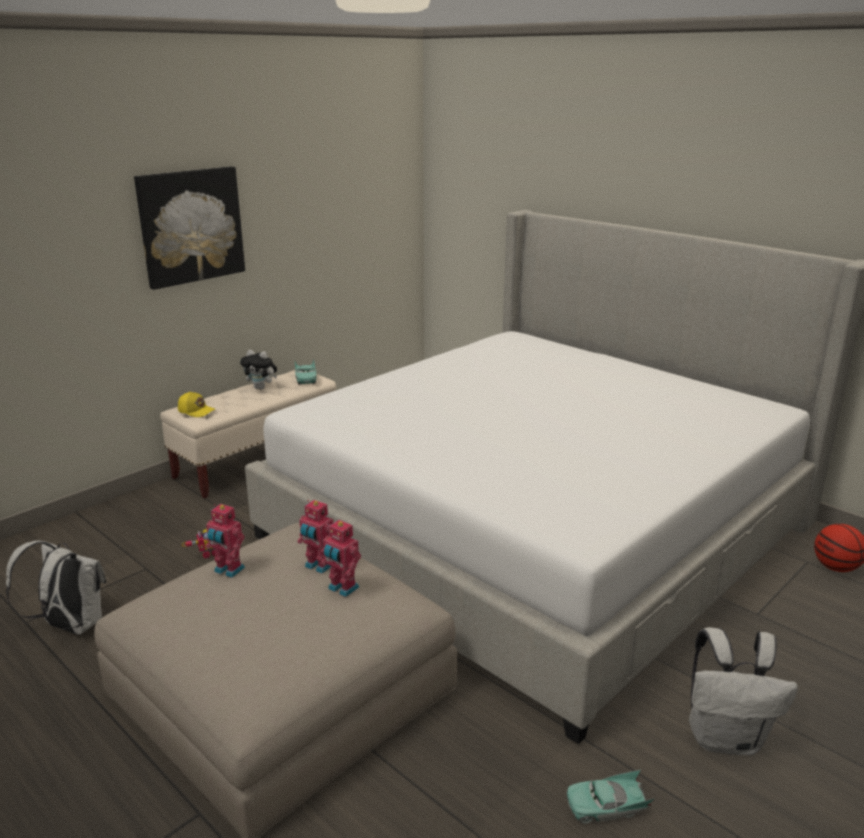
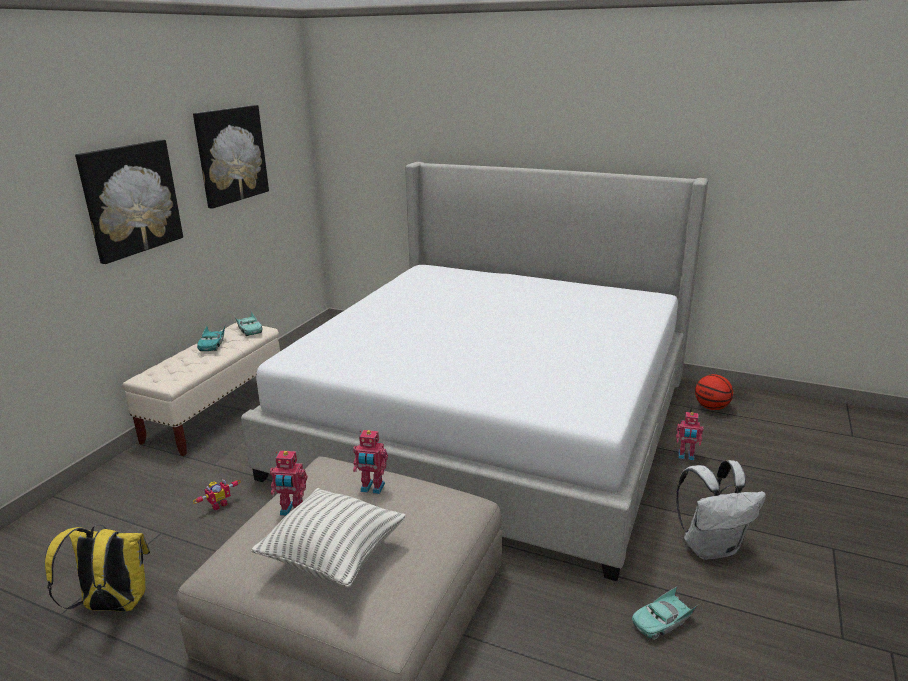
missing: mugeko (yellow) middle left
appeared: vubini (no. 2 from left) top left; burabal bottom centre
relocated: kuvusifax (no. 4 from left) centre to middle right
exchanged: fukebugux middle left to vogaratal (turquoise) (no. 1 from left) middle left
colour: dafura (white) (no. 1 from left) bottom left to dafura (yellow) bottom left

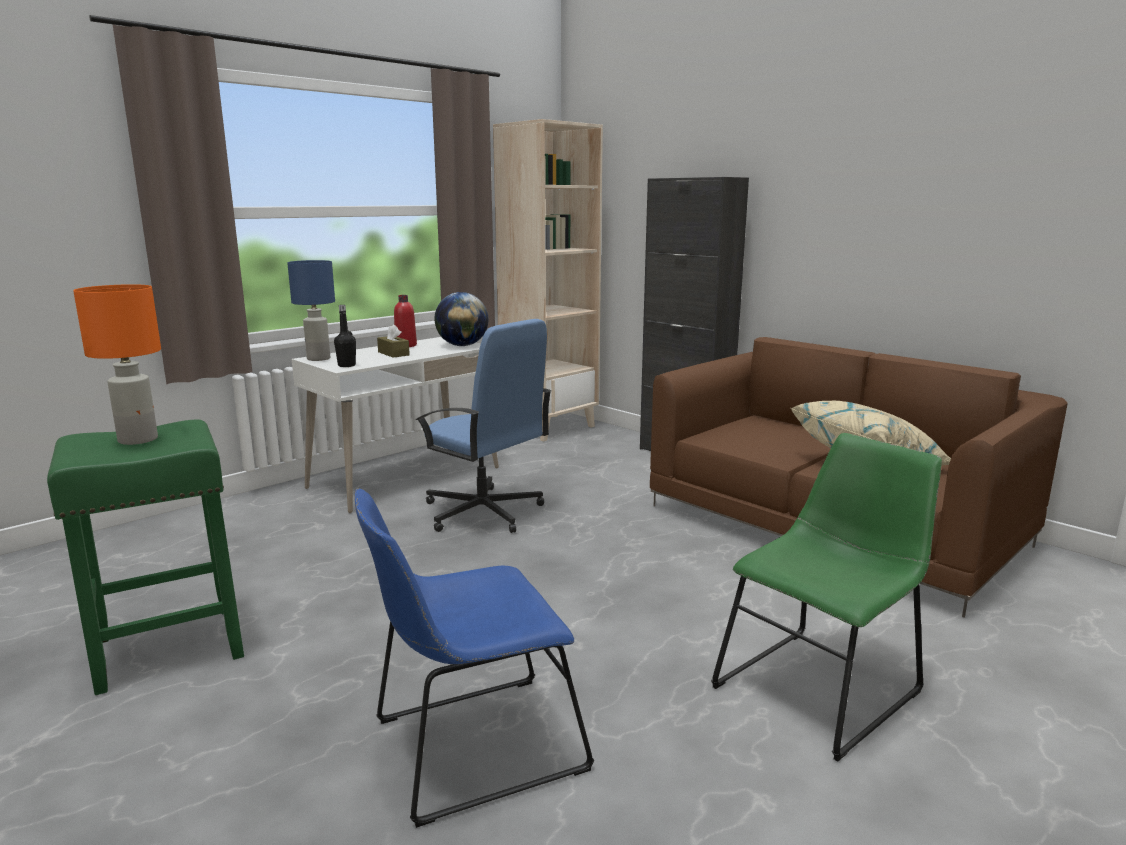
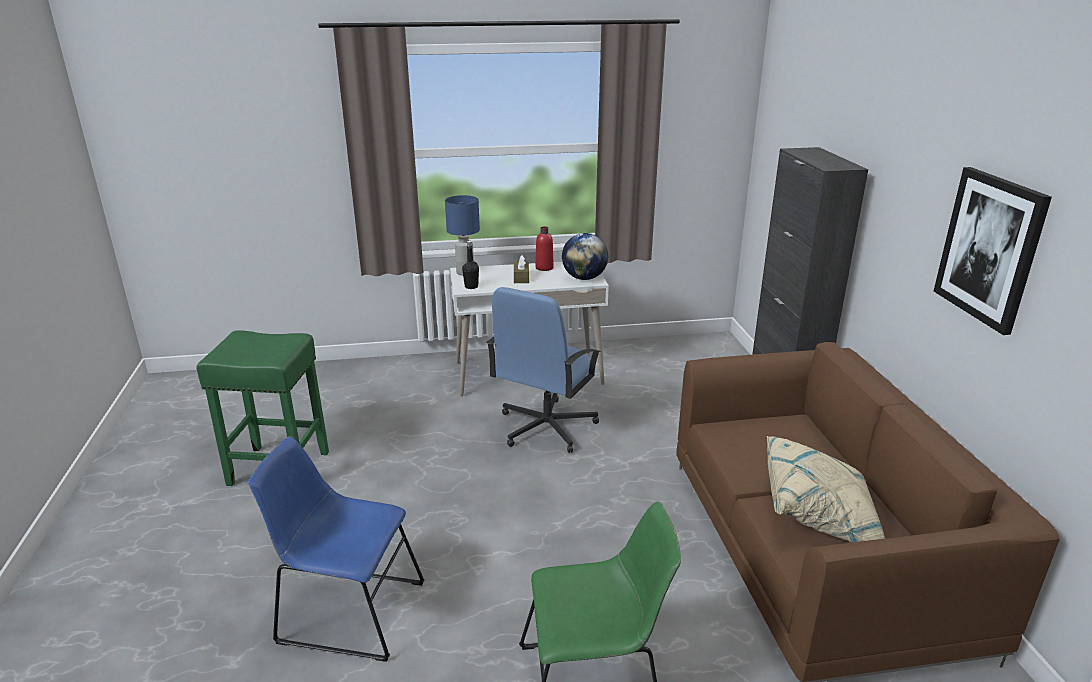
missing: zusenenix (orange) middle left; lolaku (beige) top centre
appeared: vubini middle right
spun: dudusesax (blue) centre = centre 45 degrees clockwise

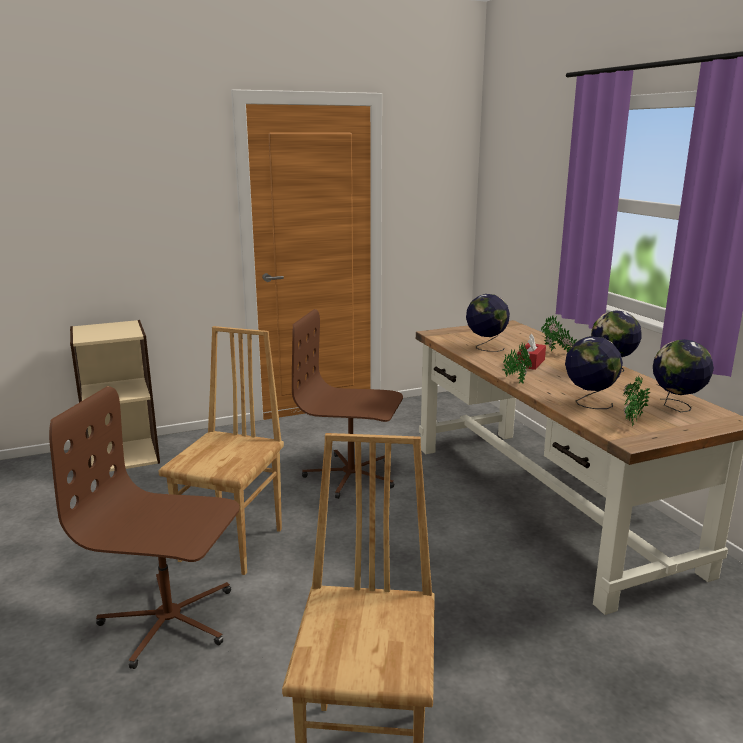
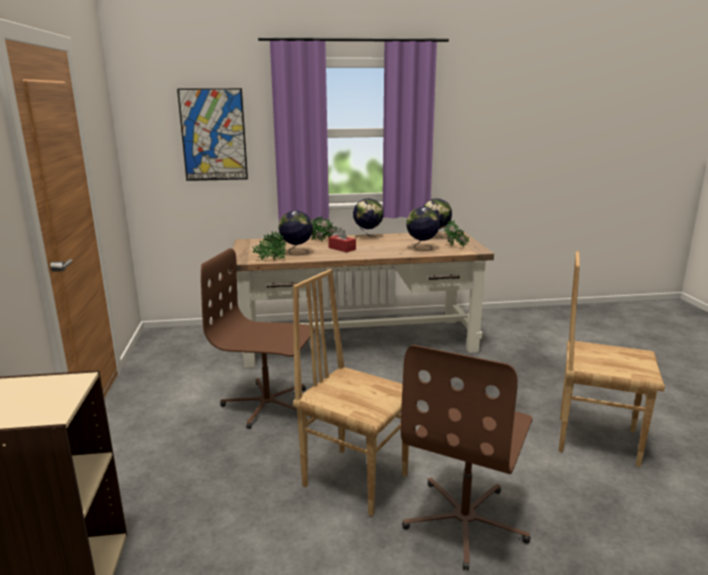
appeared: vubini top left
relocated: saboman (no. 1 from left) middle right to centre
spun: dudusesax (brown) (no. 2 from left in the first image) centre = centre 75 degrees clockwise

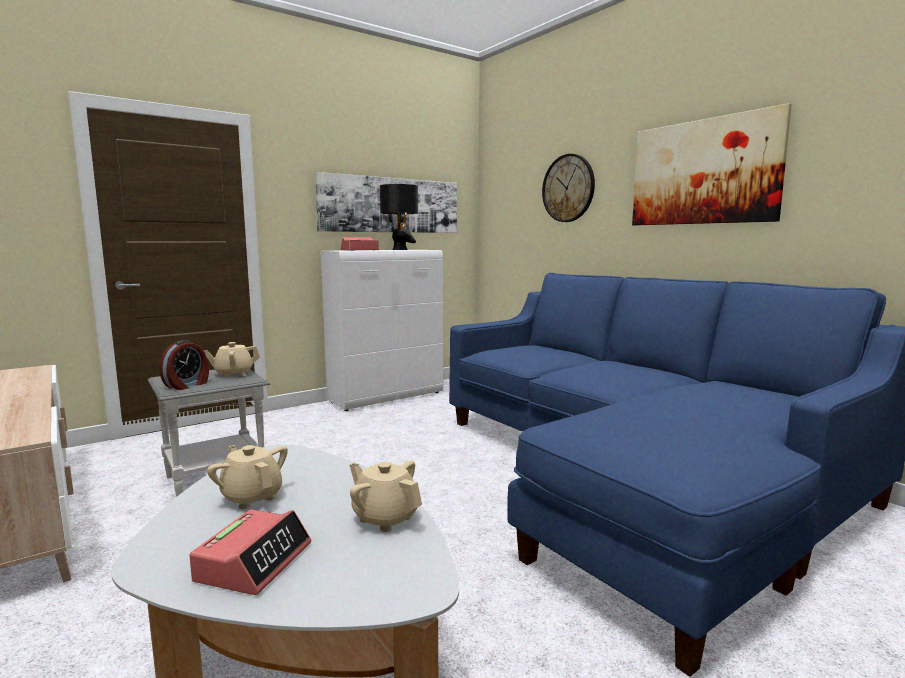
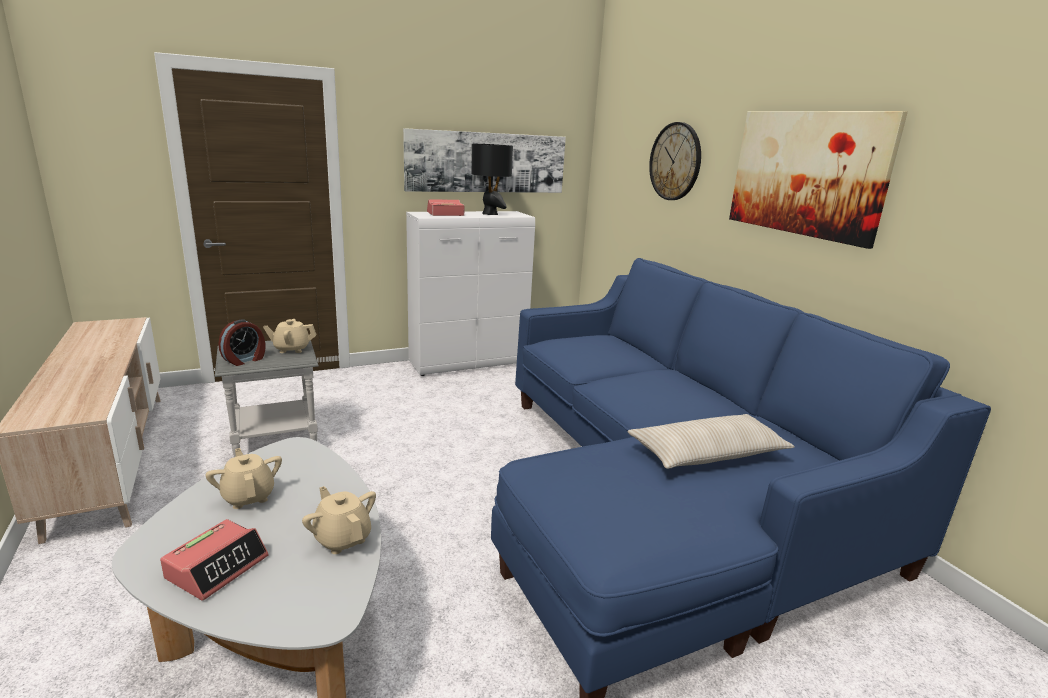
appeared: burabal (beige) middle right

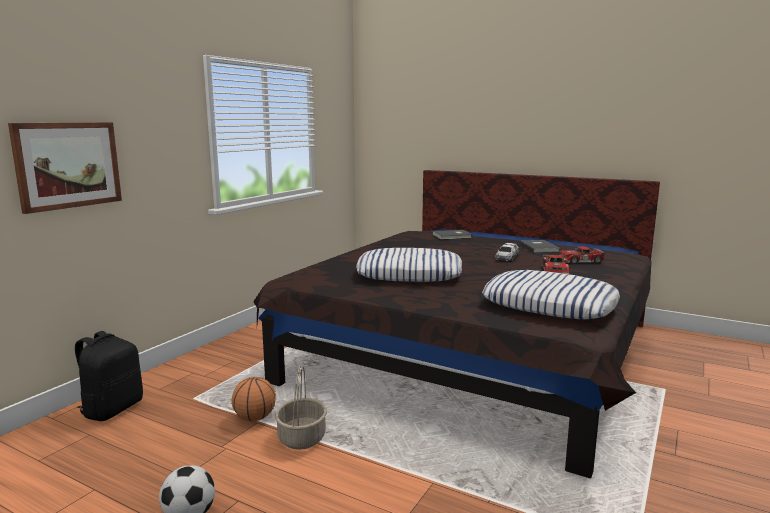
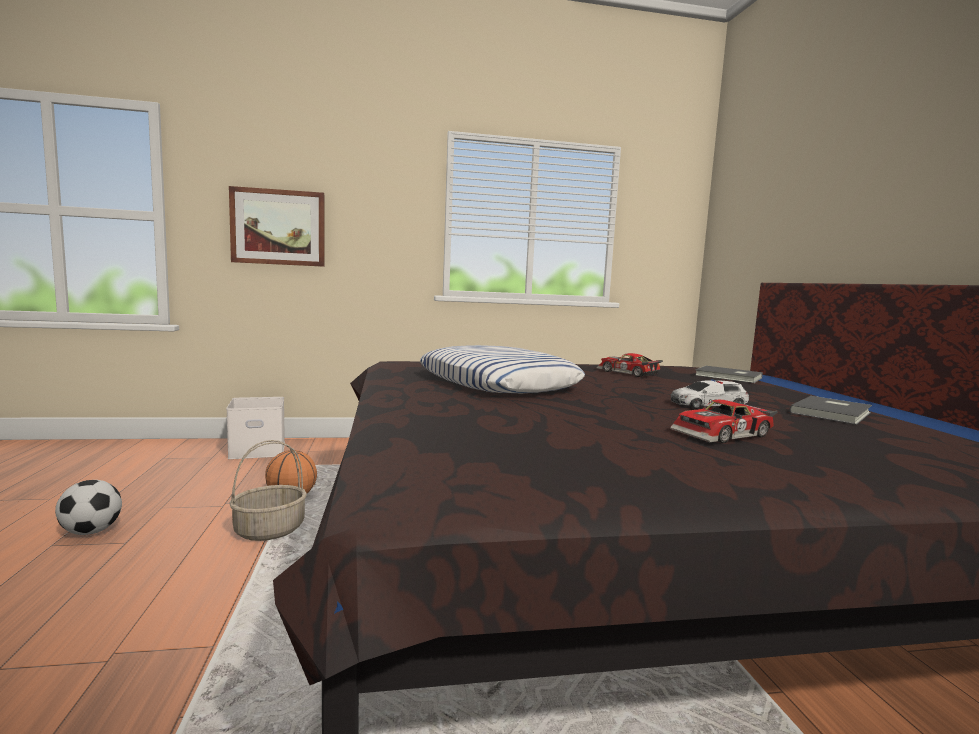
missing: burabal (no. 2 from left) middle right
relocated: vogaratal (no. 3 from left in the first image) middle right to vogaratal (no. 1 from left) centre
exchanged: dafura (black) bottom left to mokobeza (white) middle left

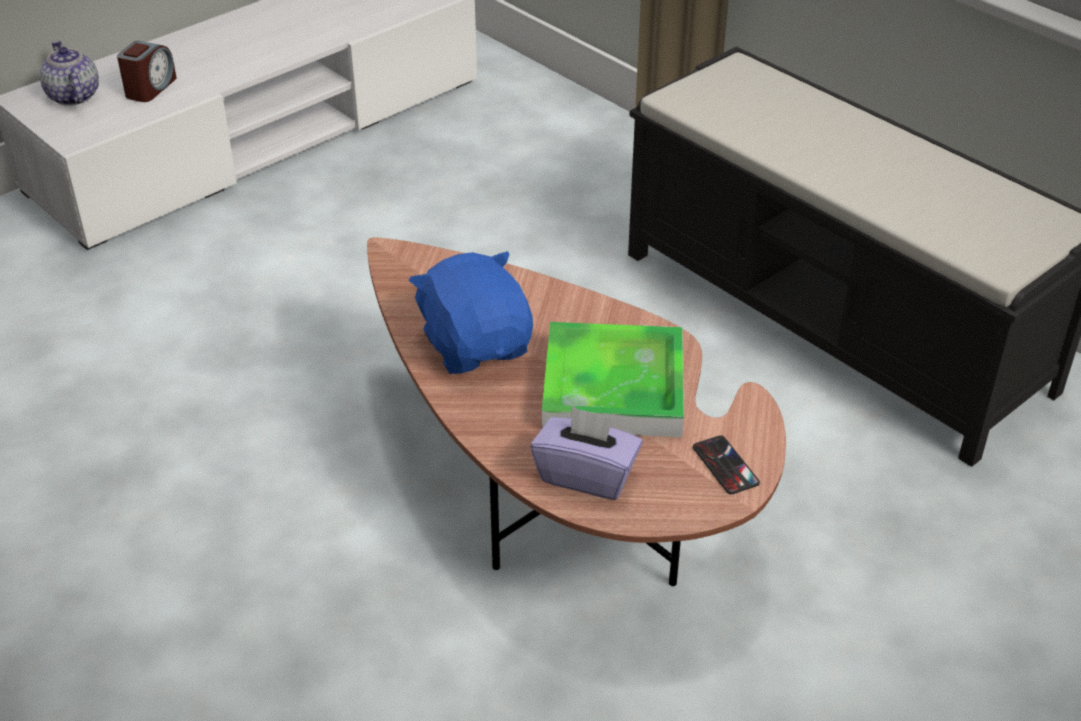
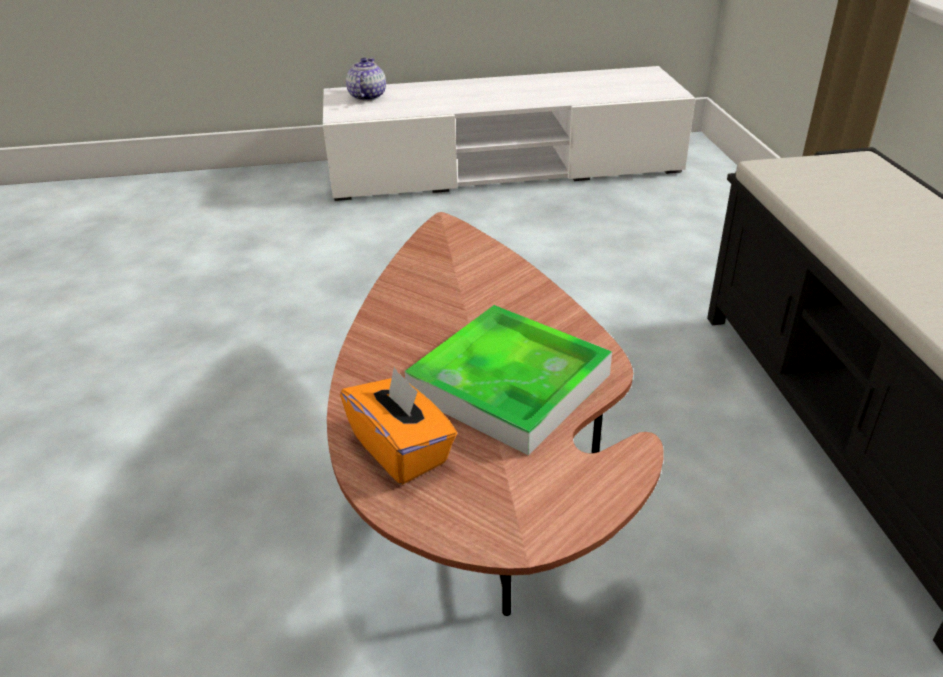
missing: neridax top left; fukebugux (blue) centre; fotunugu middle right
colour: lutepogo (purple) centre to lutepogo (orange) centre

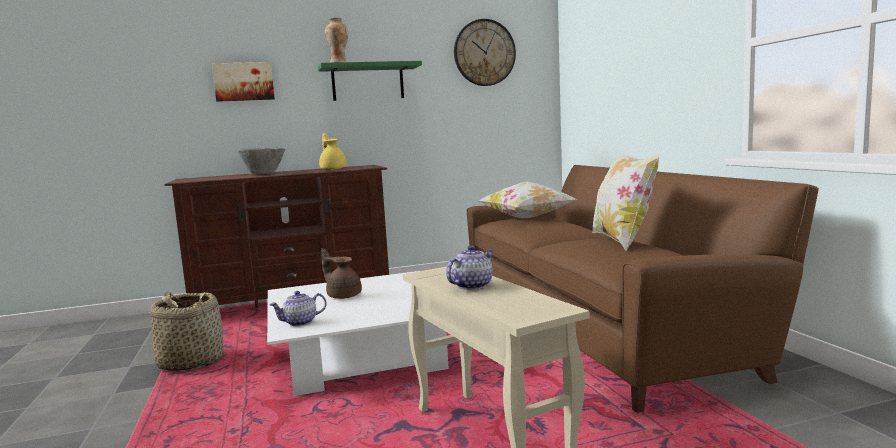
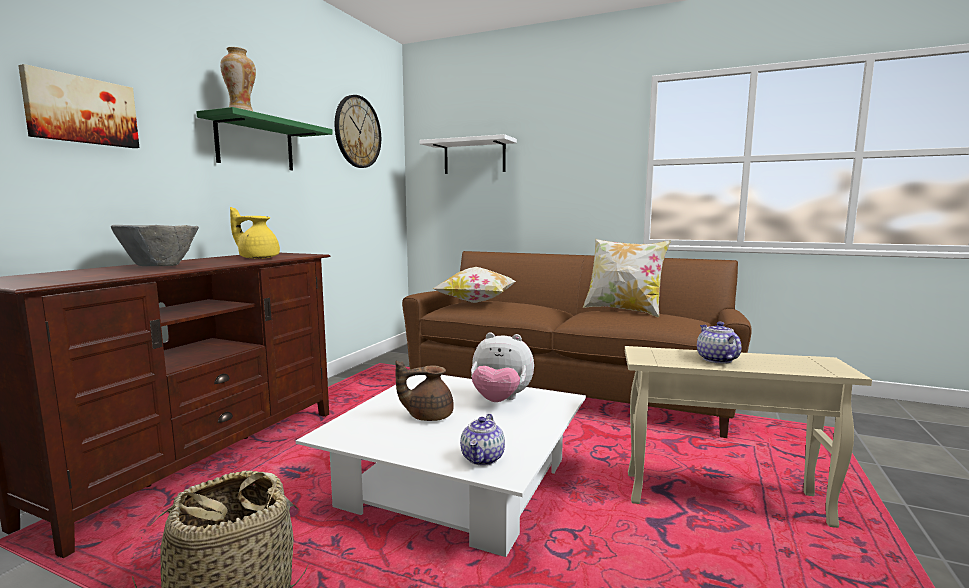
appeared: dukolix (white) top centre; fukebugux centre

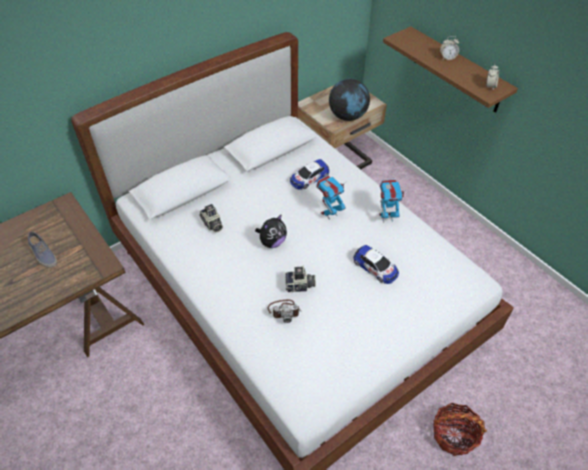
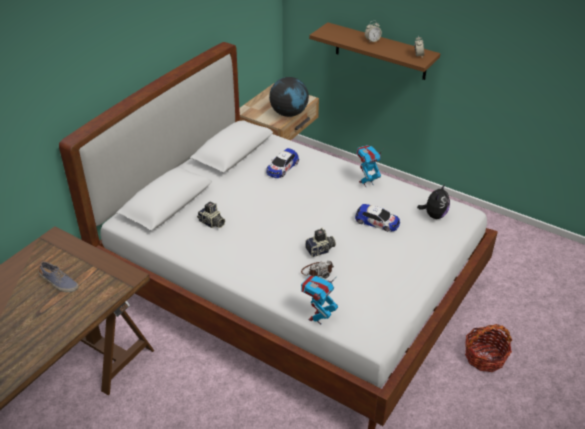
relocated: fukebugux centre to middle right; kuvusifax (no. 1 from left) centre to bottom centre

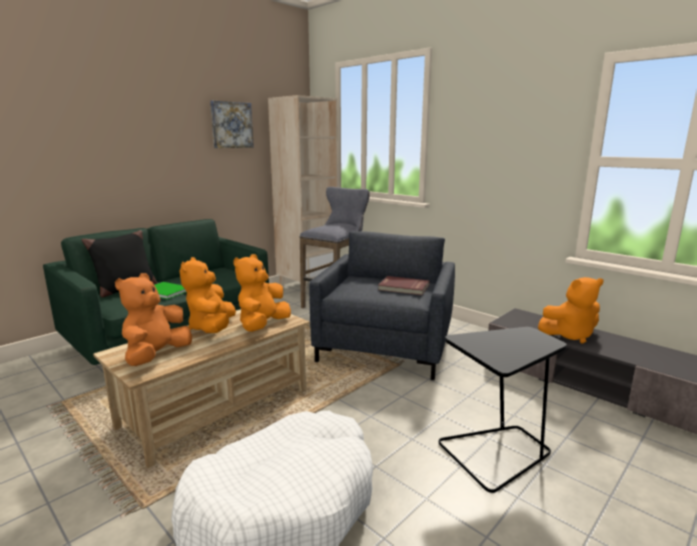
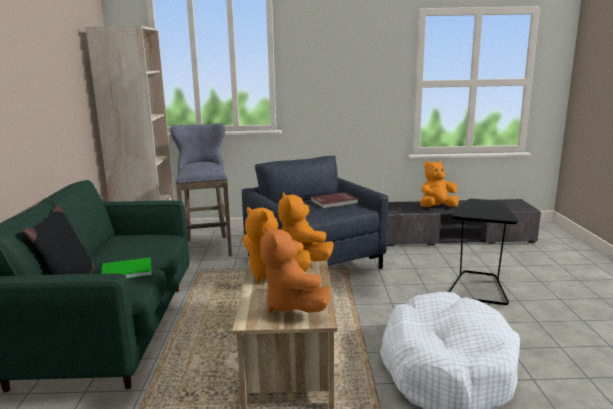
missing: vubini top left
spun: fukebugux (orange) (no. 4 from left) middle right = middle right 150 degrees counterclockwise

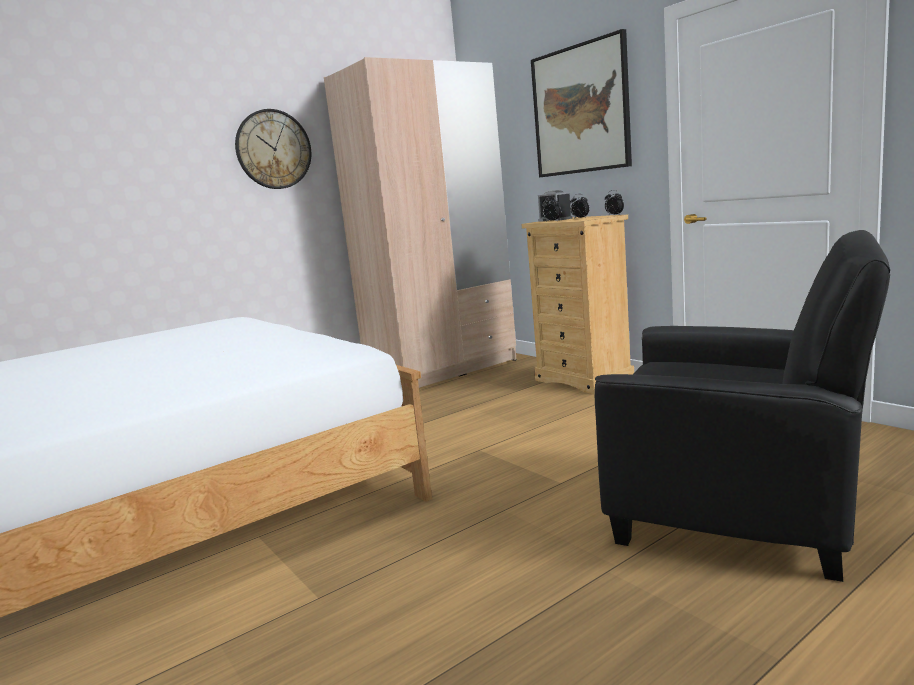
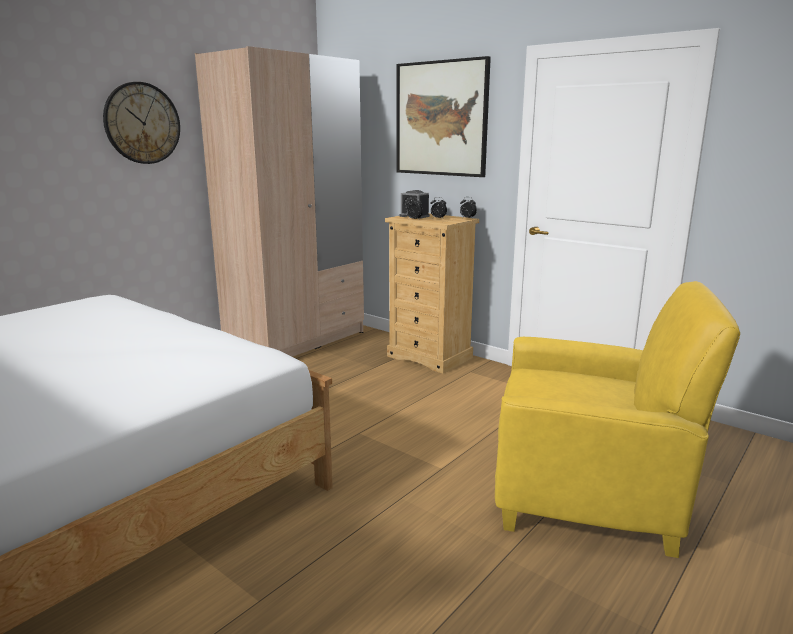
colour: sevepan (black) middle right to sevepan (yellow) middle right

